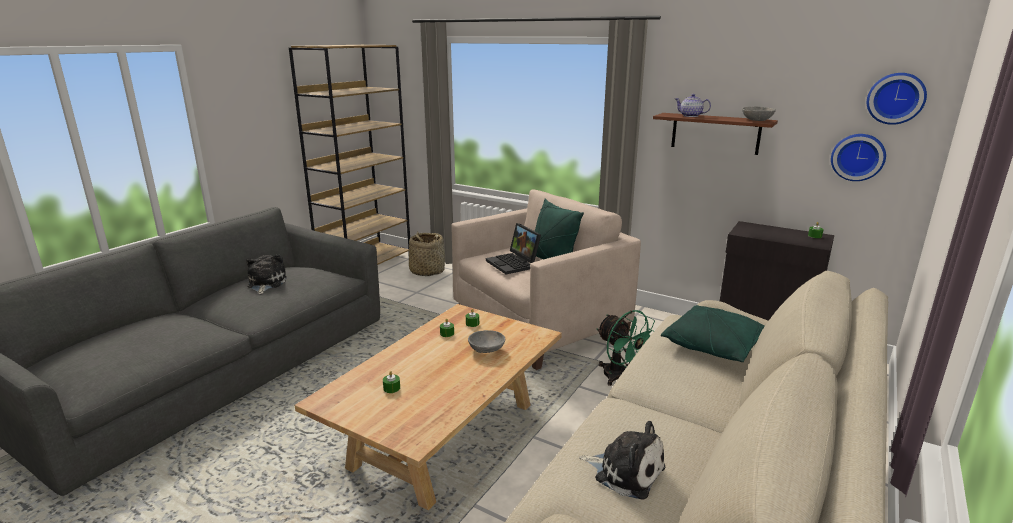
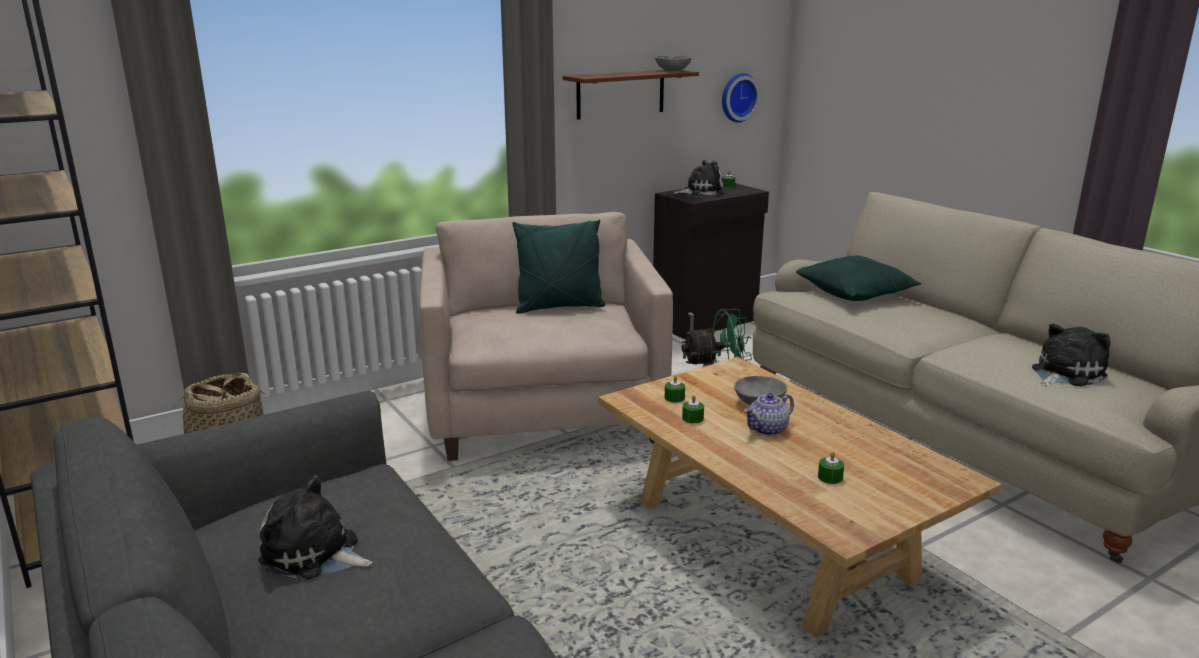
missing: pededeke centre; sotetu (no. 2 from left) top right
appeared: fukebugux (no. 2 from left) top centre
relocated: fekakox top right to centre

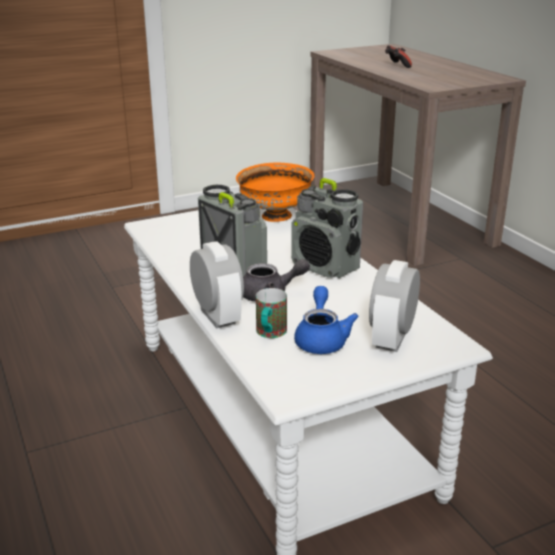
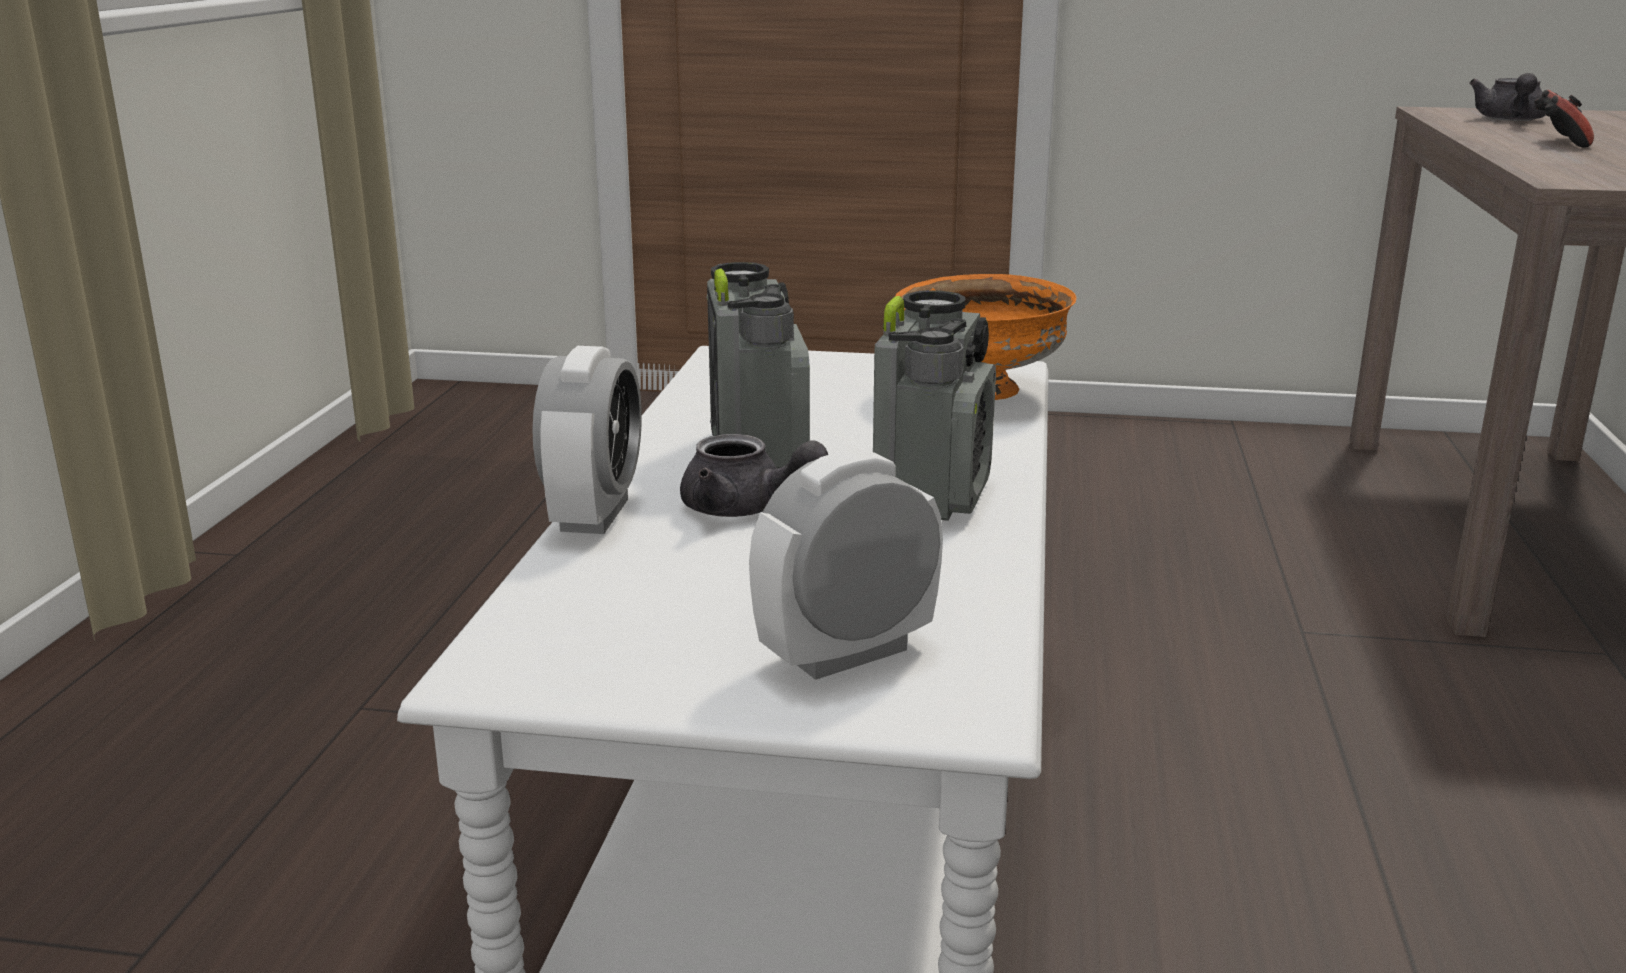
missing: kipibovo centre; fekakox (blue) centre
appeared: fekakox (grey) (no. 2 from left) top right
spun: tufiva (no. 2 from left) centre = centre 150 degrees counterclockwise

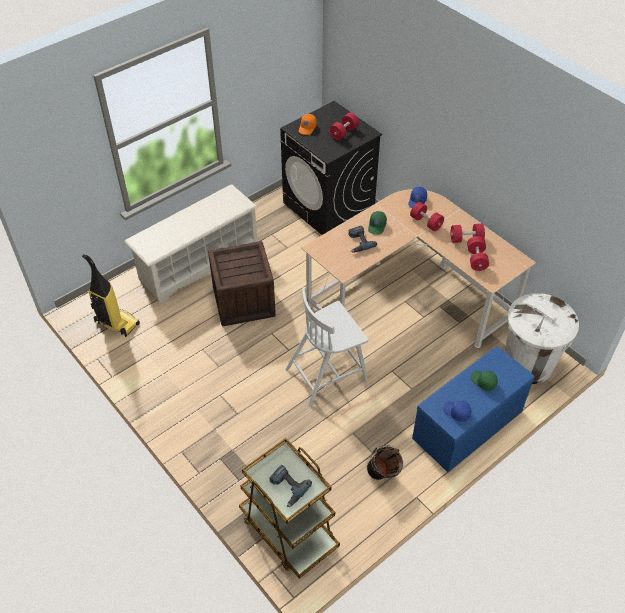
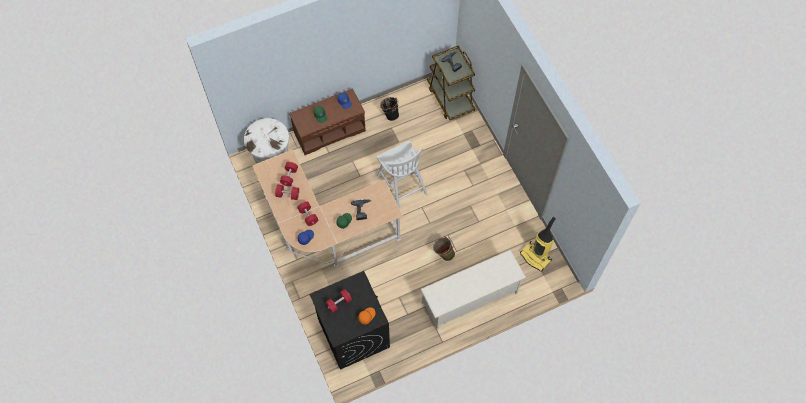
exchanged: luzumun centre to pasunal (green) centre
colour: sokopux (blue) bottom right to sokopux (brown) top centre
spun: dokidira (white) centre = centre 75 degrees clockwise

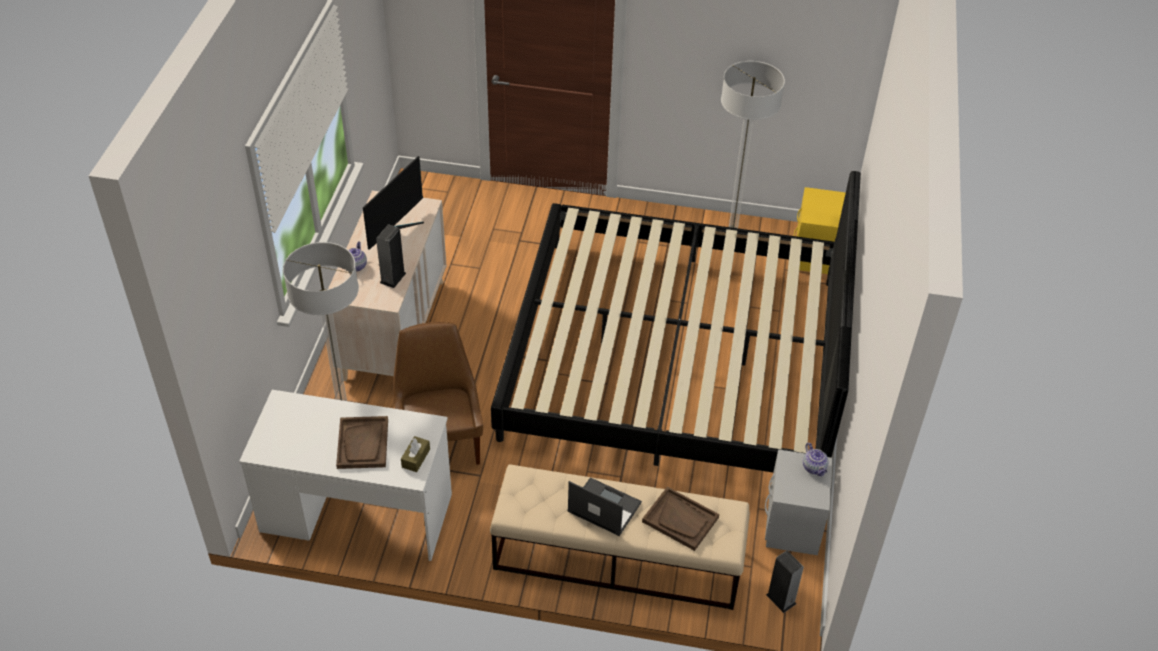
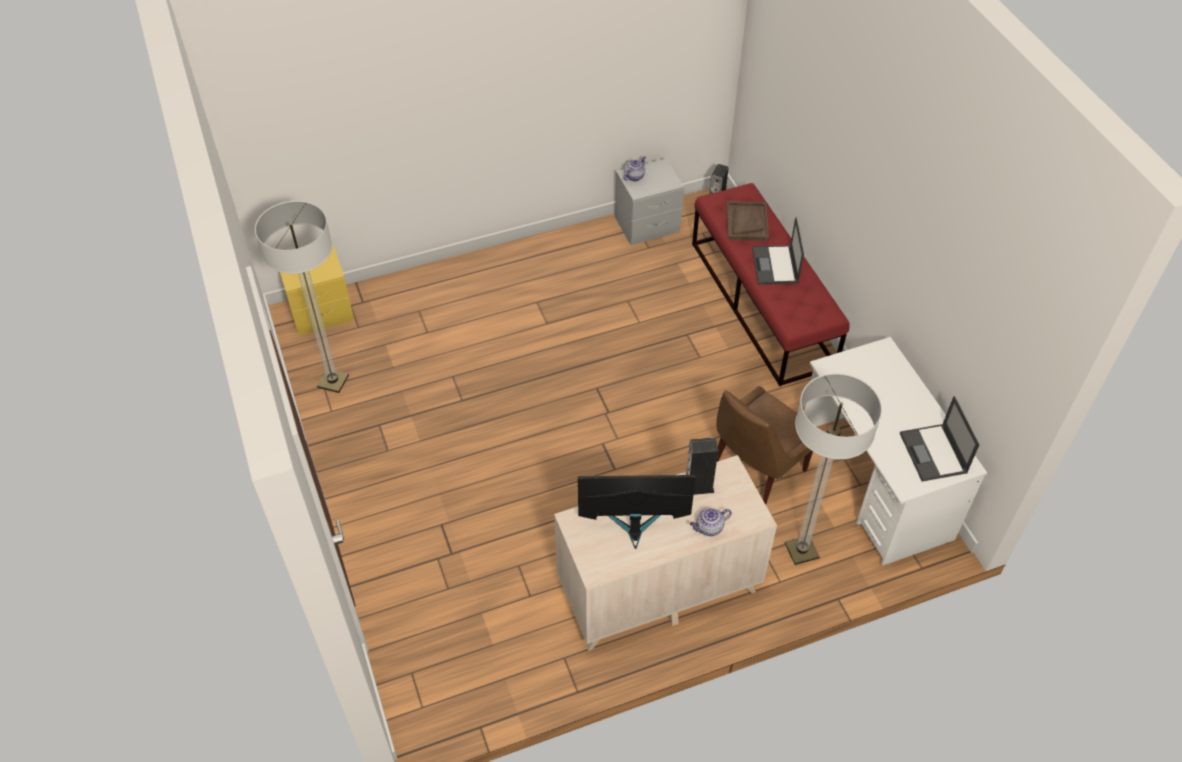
missing: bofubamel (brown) (no. 1 from left) bottom left; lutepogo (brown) bottom centre; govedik centre
appeared: pededeke (no. 2 from left) middle right
colour: sokopux (beige) bottom centre to sokopux (red) centre

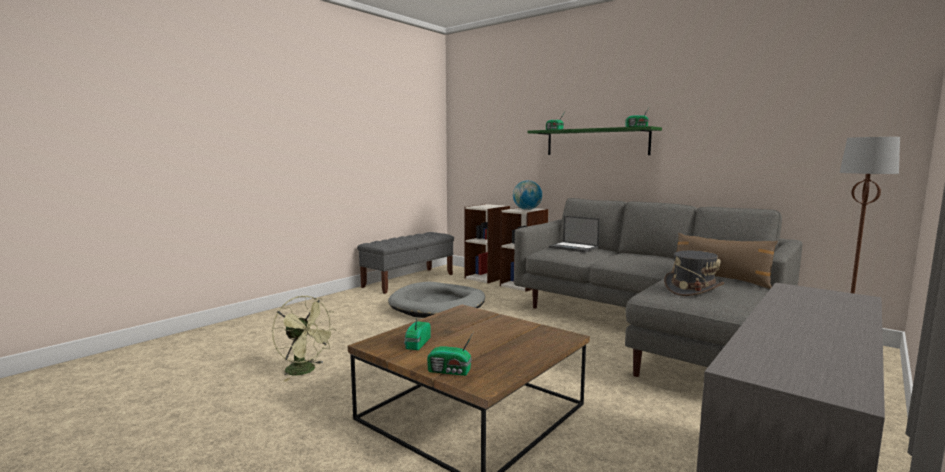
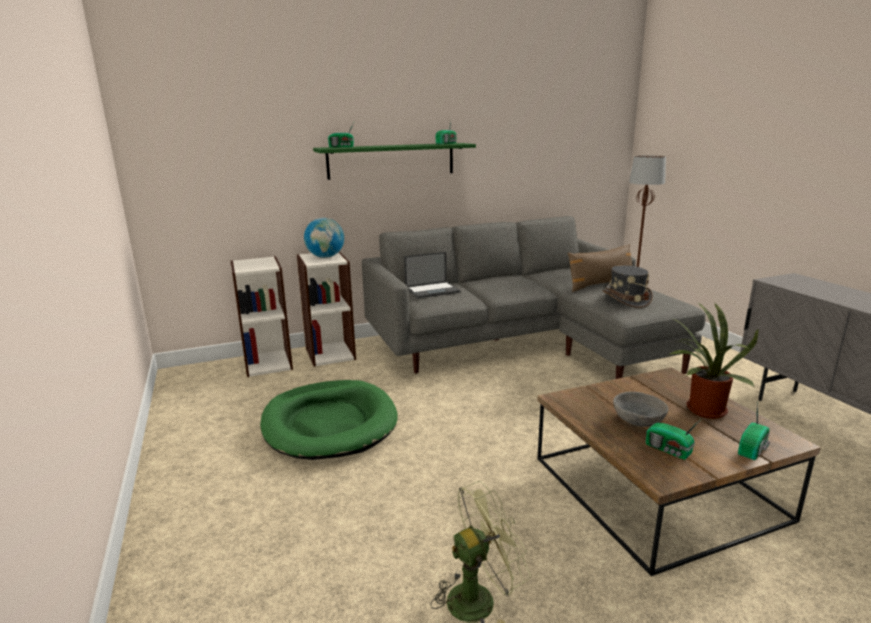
missing: sokopux (grey) centre
appeared: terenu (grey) middle right; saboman middle right
colour: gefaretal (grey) centre to gefaretal (green) bottom centre

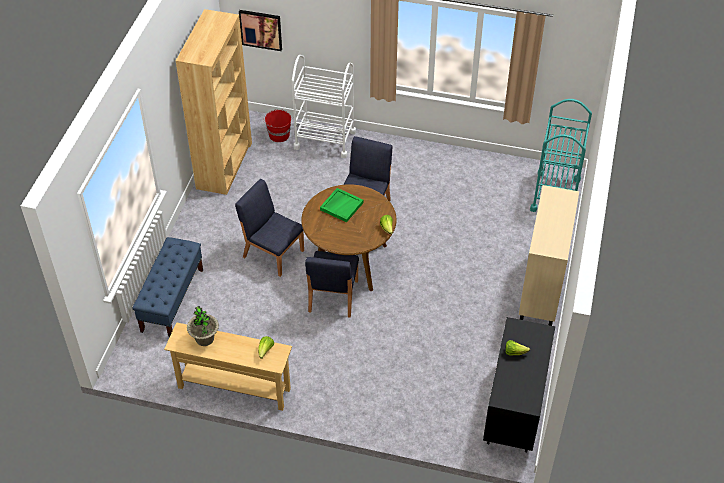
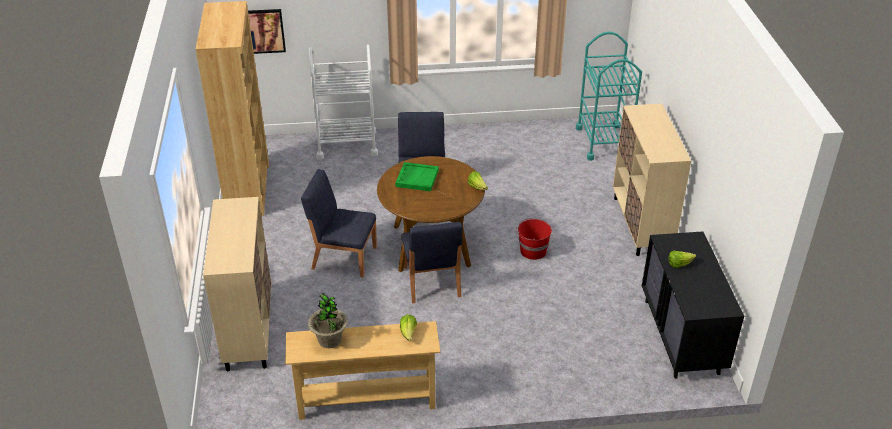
relocated: pasunal (red) top centre to centre
exchanged: sokopux (blue) middle left to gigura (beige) (no. 1 from left) middle left

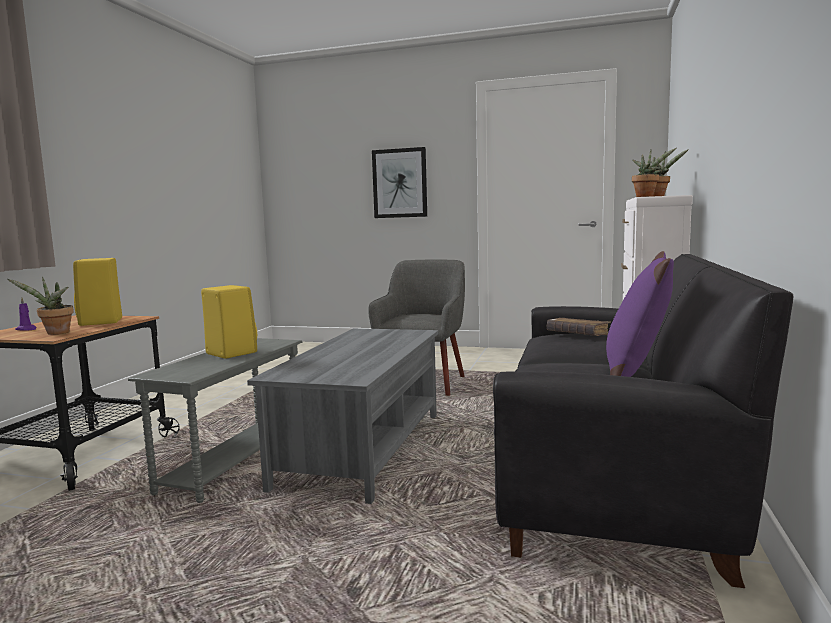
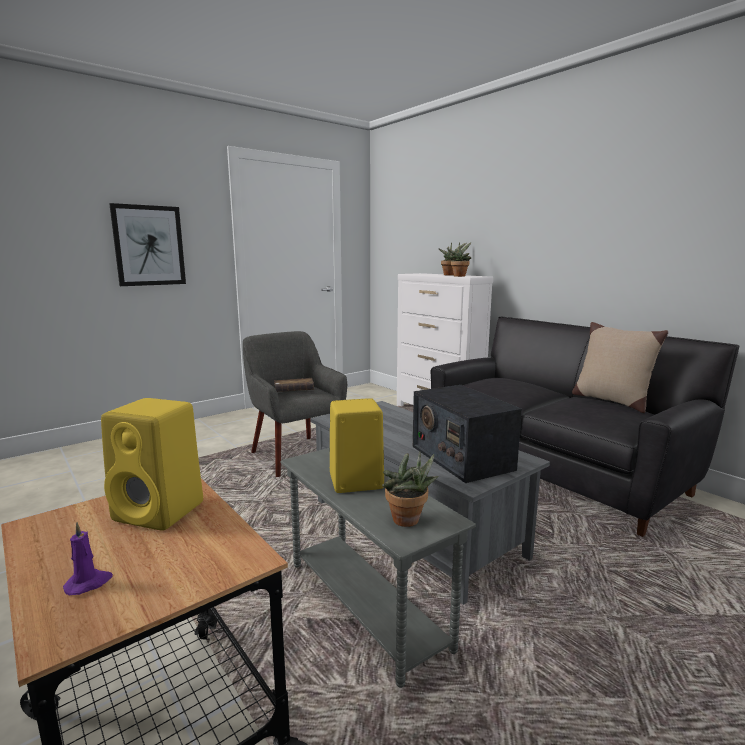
appeared: tufiva centre
relocated: saboman (no. 1 from left) middle left to centre; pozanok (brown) middle right to centre
colour: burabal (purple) middle right to burabal (beige) middle right

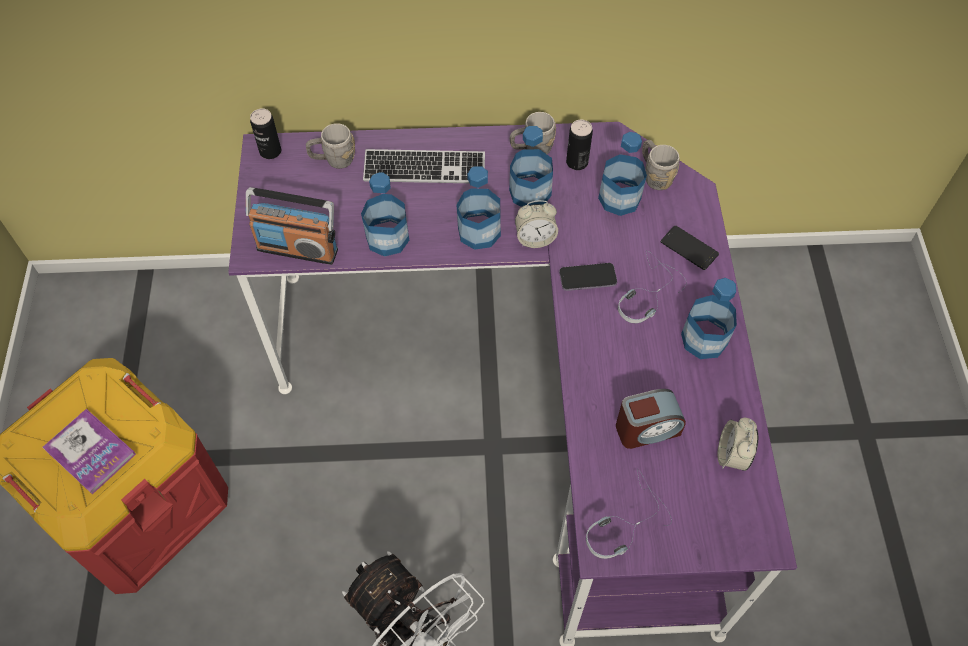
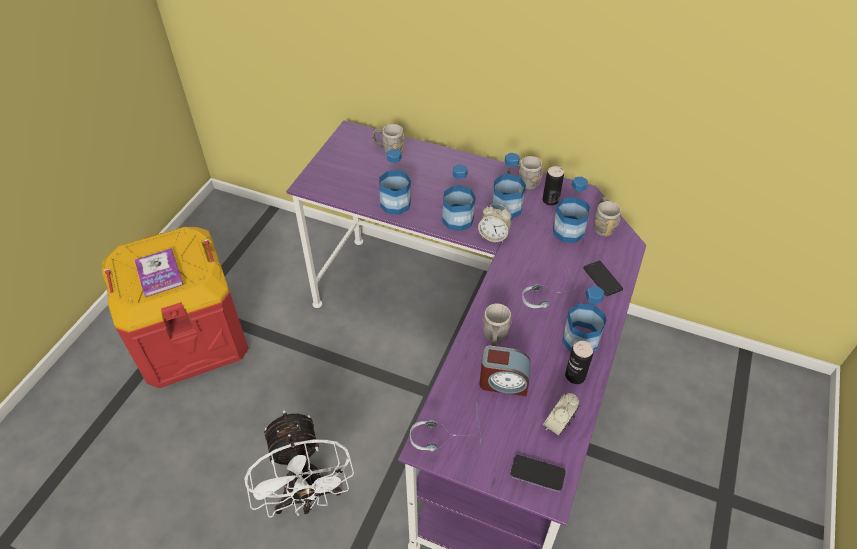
missing: tufiva middle left; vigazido top centre
appeared: kipibovo (grey) (no. 2 from left) centre
relocated: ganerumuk (no. 1 from left in the first image) top left to ganerumuk (no. 2 from left) middle right; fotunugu (no. 1 from left) centre to bottom centre

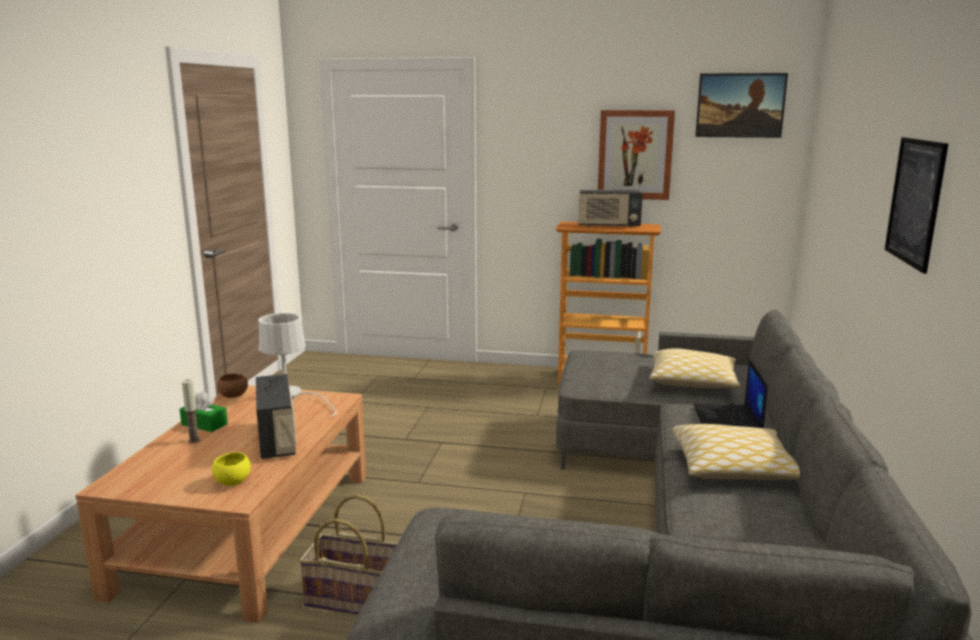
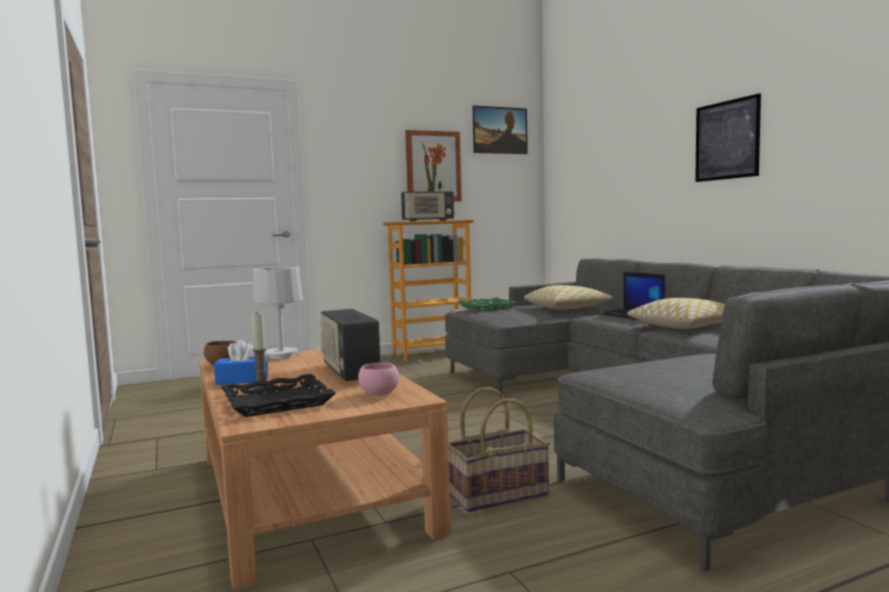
appeared: bofubamel (black) bottom left; bofubamel (green) centre
colour: lutepogo (green) middle left to lutepogo (blue) middle left; terenu (yellow) bottom left to terenu (pink) centre
spun: tufiva (no. 1 from left) middle left = centre 150 degrees counterclockwise

